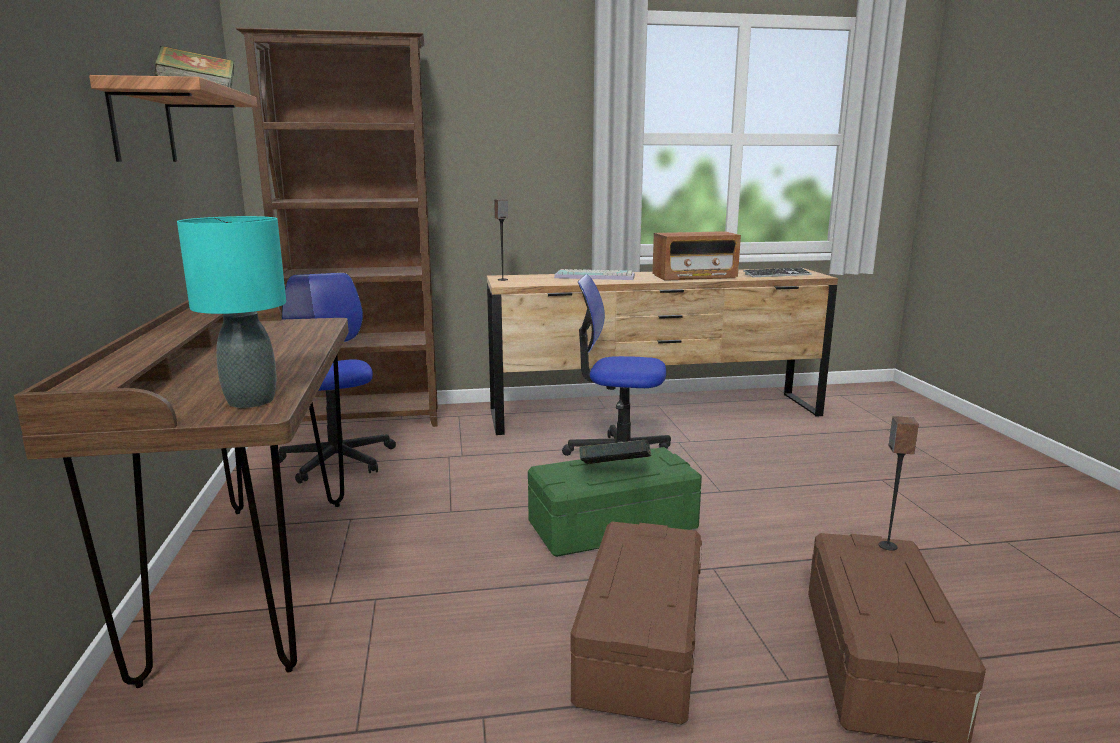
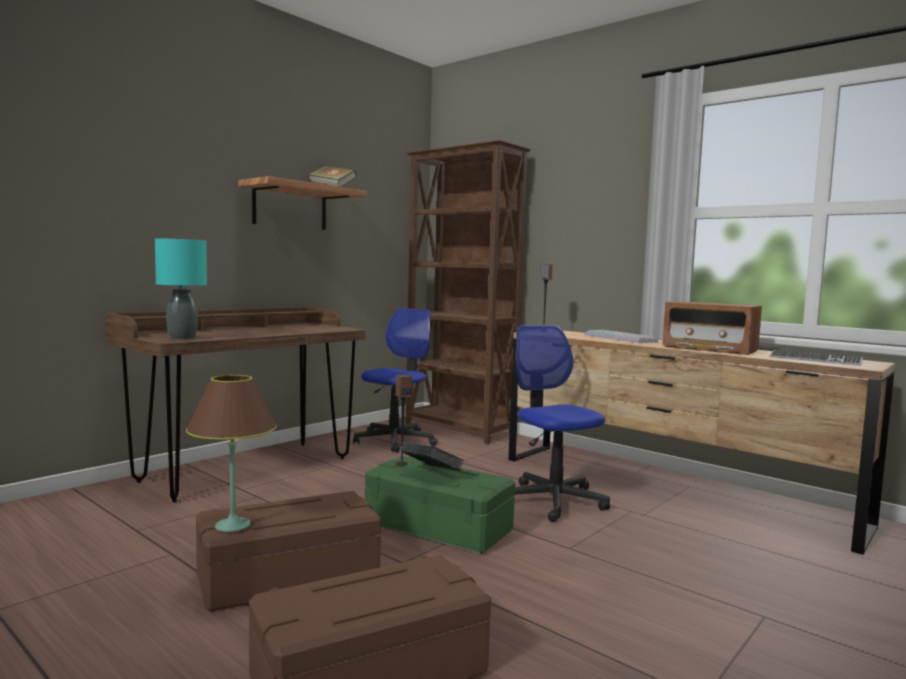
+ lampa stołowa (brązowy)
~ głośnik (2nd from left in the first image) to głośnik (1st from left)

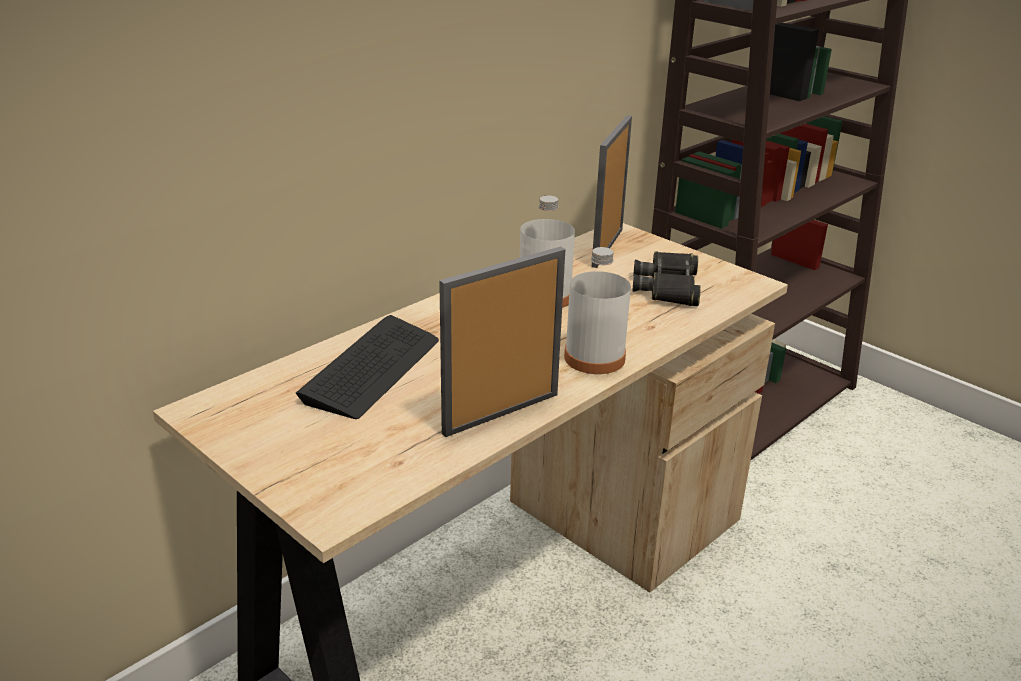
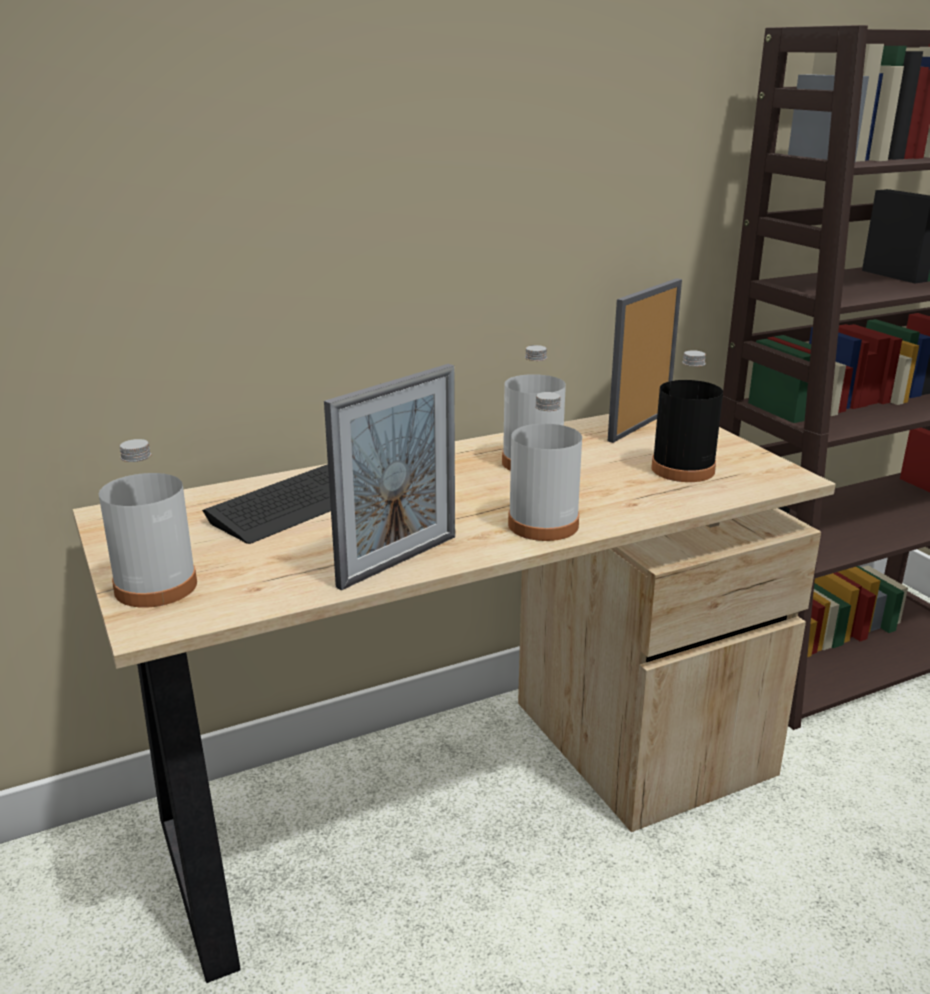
+ butelka (biały) (1st from left)
~ ramka na zdjęcie (1st from left) 150 degrees clockwise
~ lornetka (czarny) to butelka (czarny)

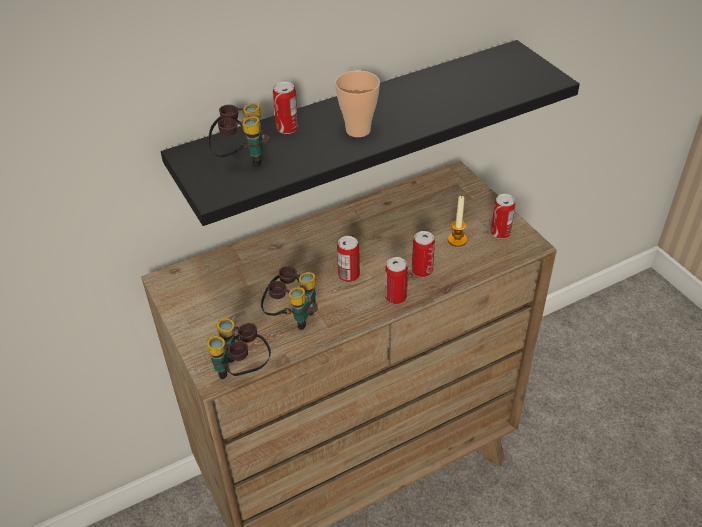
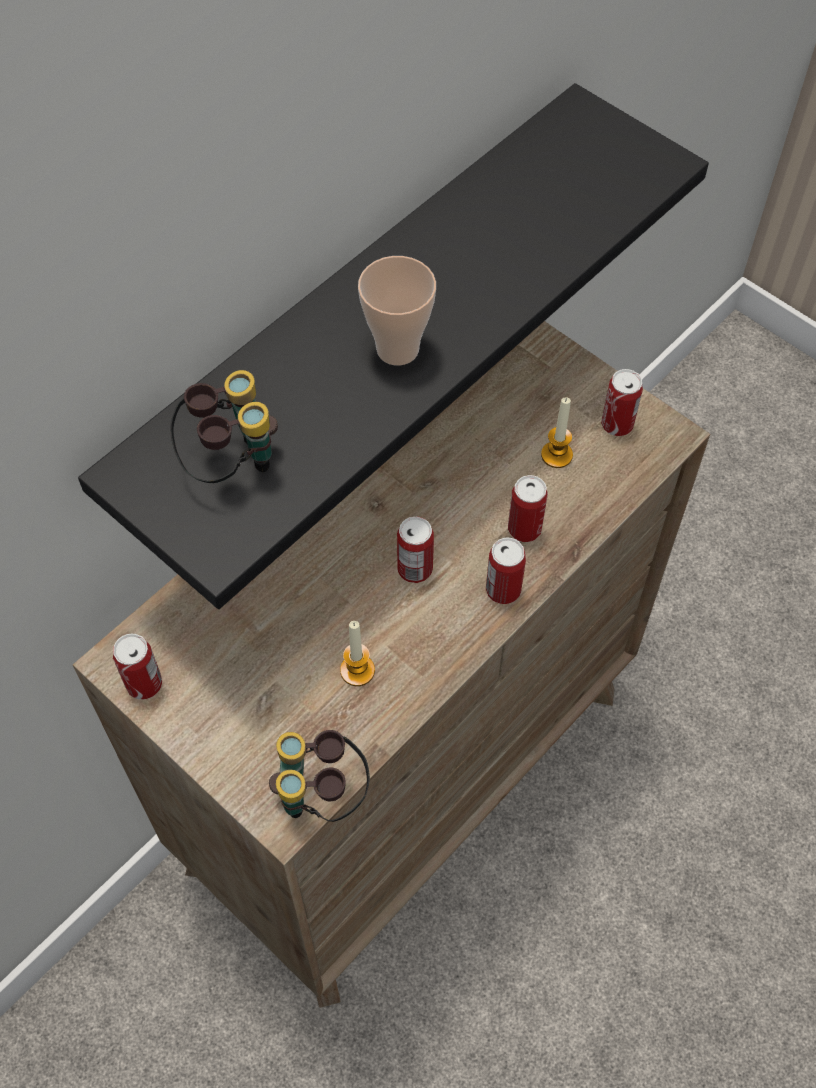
~ puszka (1st from left)
~ lornetka (3rd from left) to świeca (1st from left)

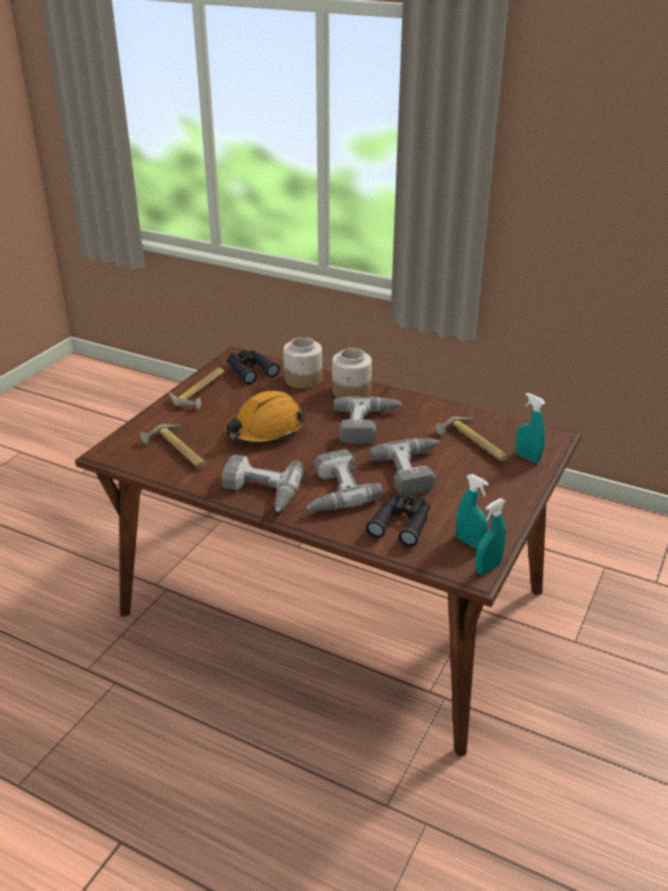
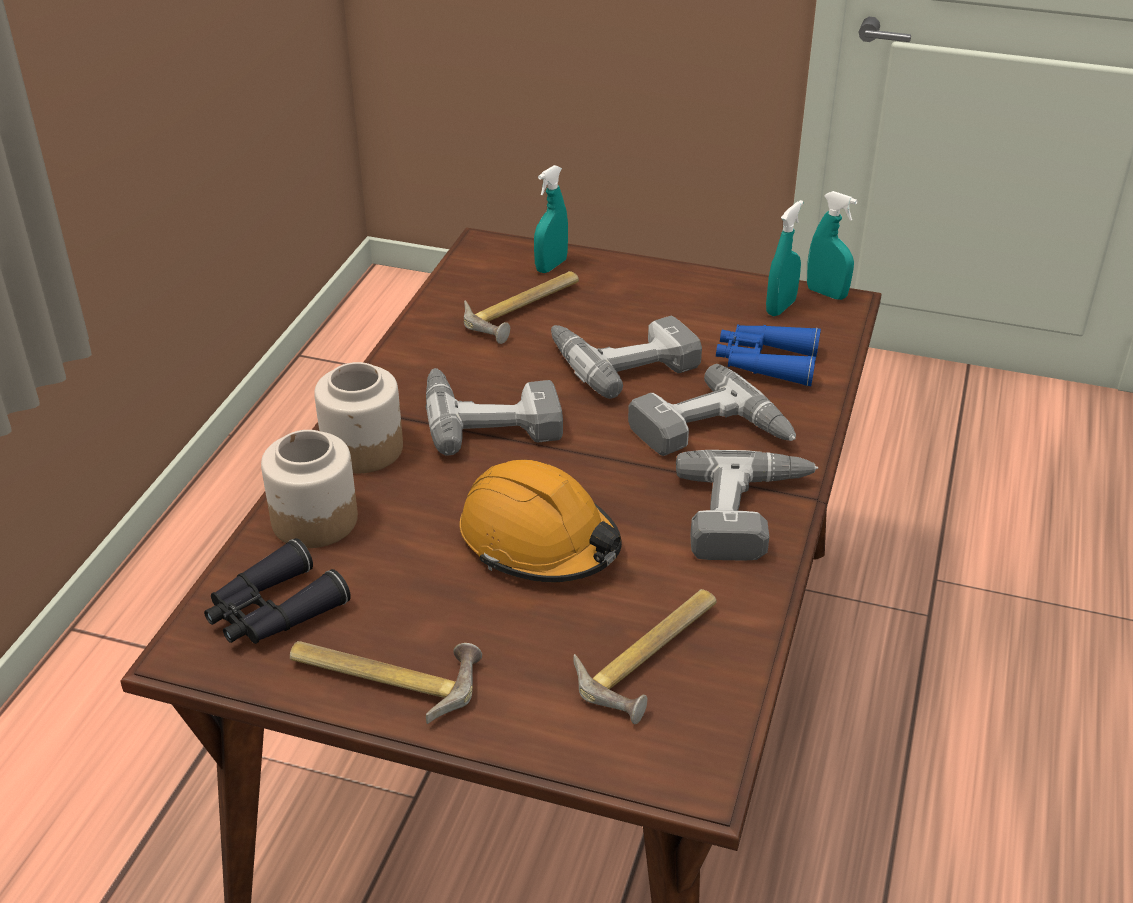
~ lornetka (czarny) (2nd from left) to lornetka (niebieski)

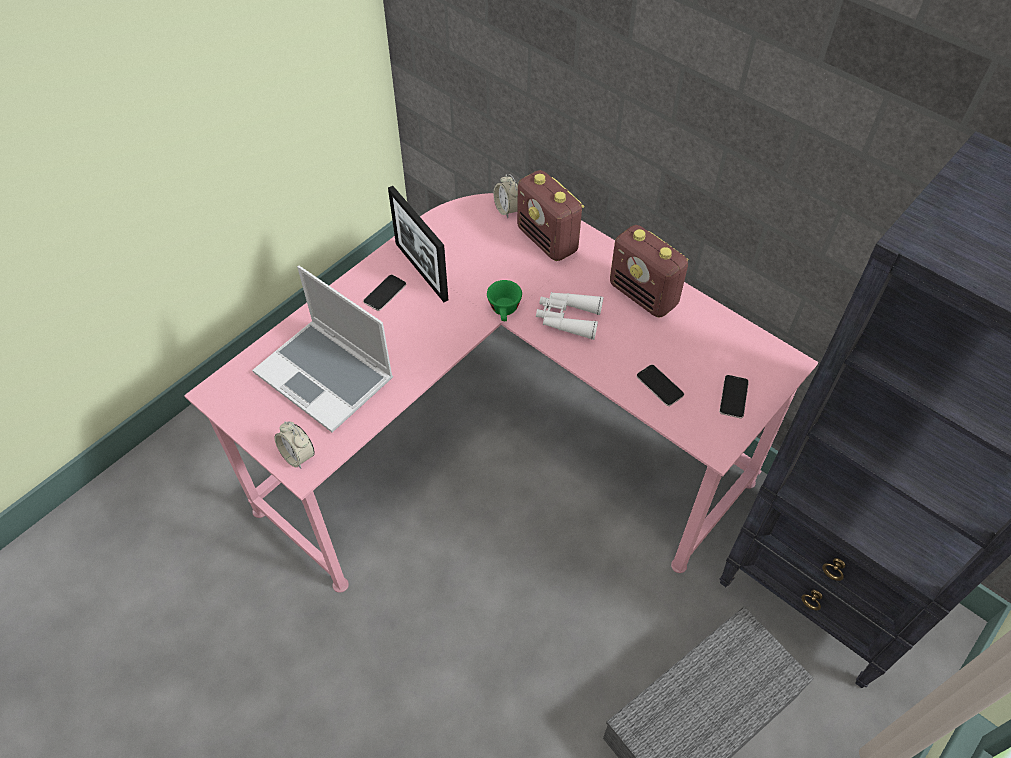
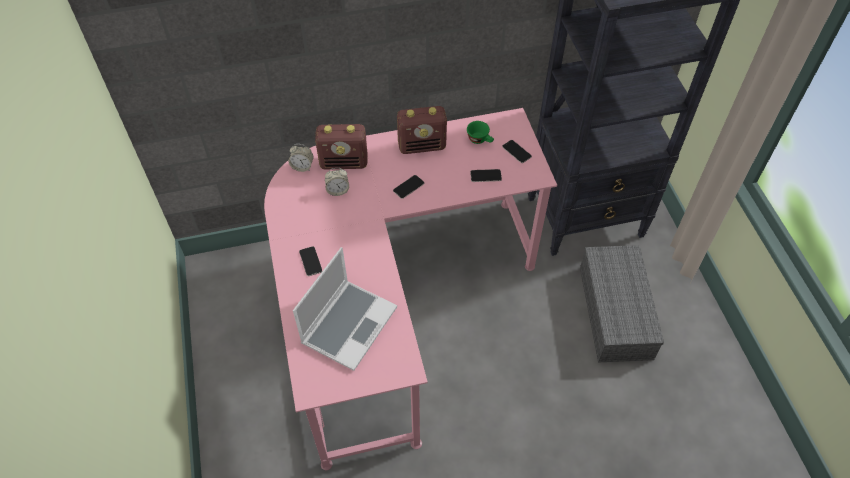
~ laptop 45 degrees counterclockwise
~ budzik (1st from left in the first image) to budzik (2nd from left)
~ lornetka (biały) to telefon (2nd from left)
~ filiżanka (zielony)
- ramka na zdjęcie

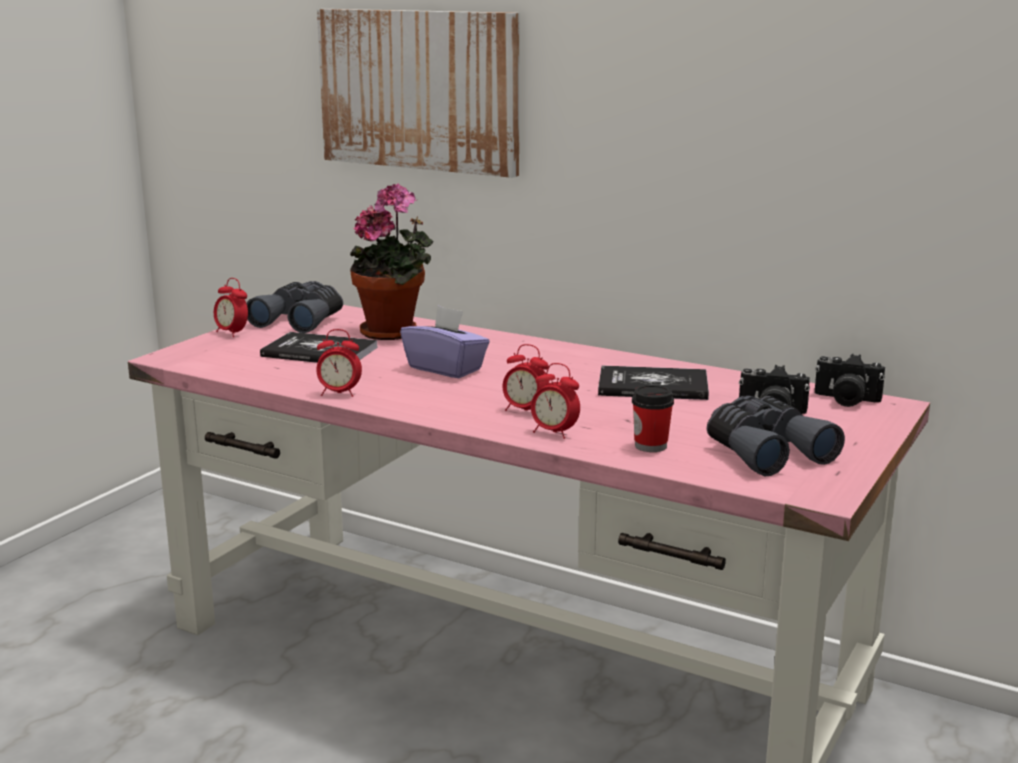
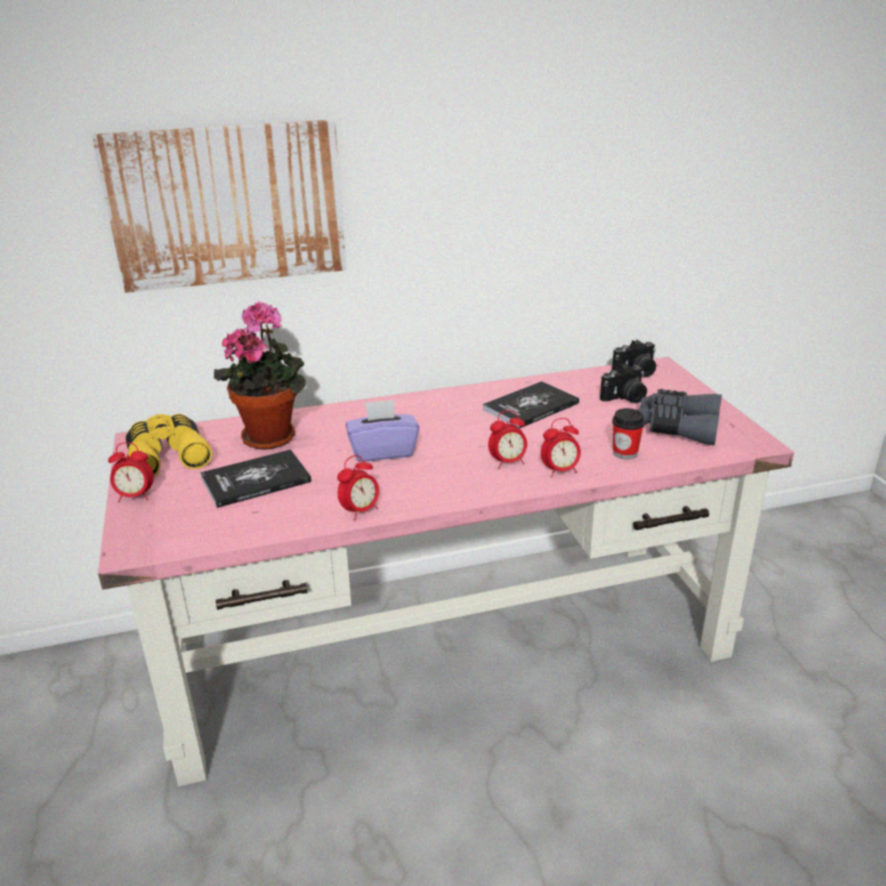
~ lornetka (szary) (1st from left) to lornetka (żółty)

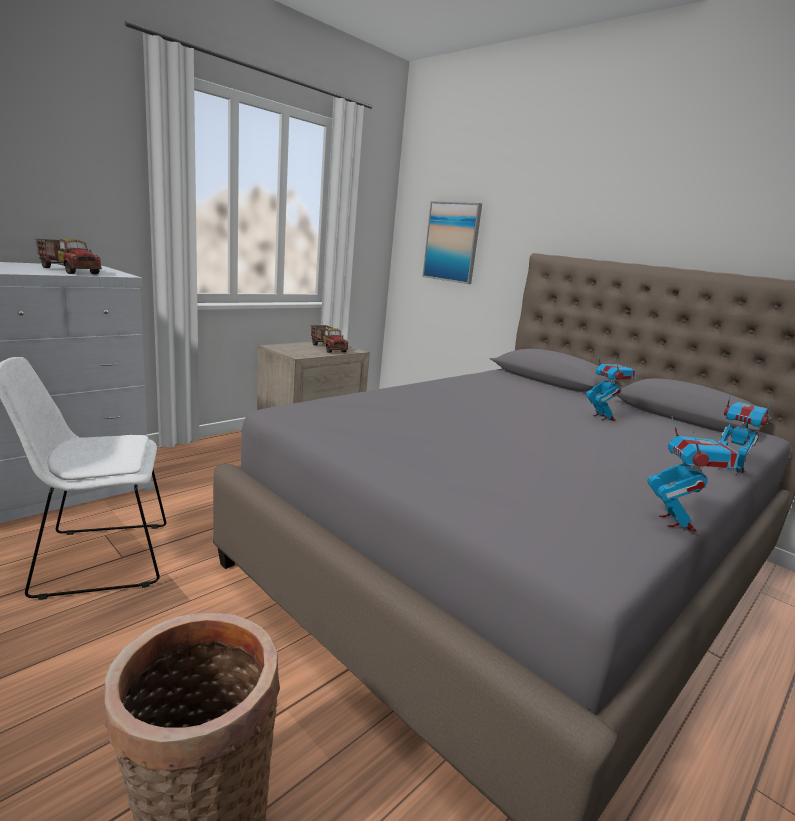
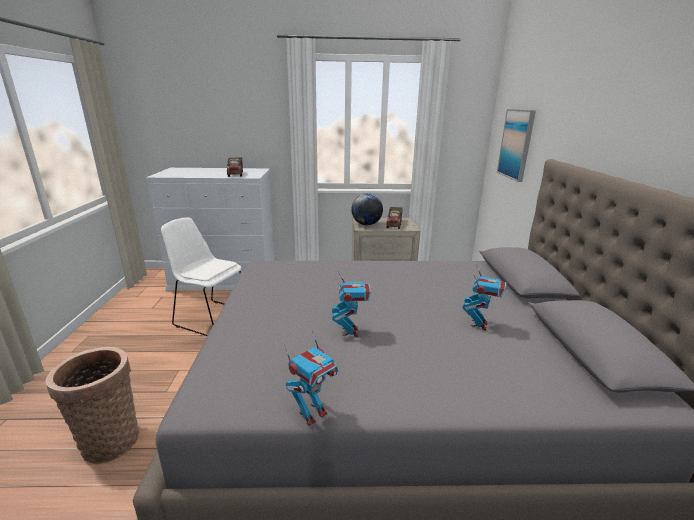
~ robot zabawkowy (3rd from left in the first image) to robot zabawkowy (2nd from left)
+ globus

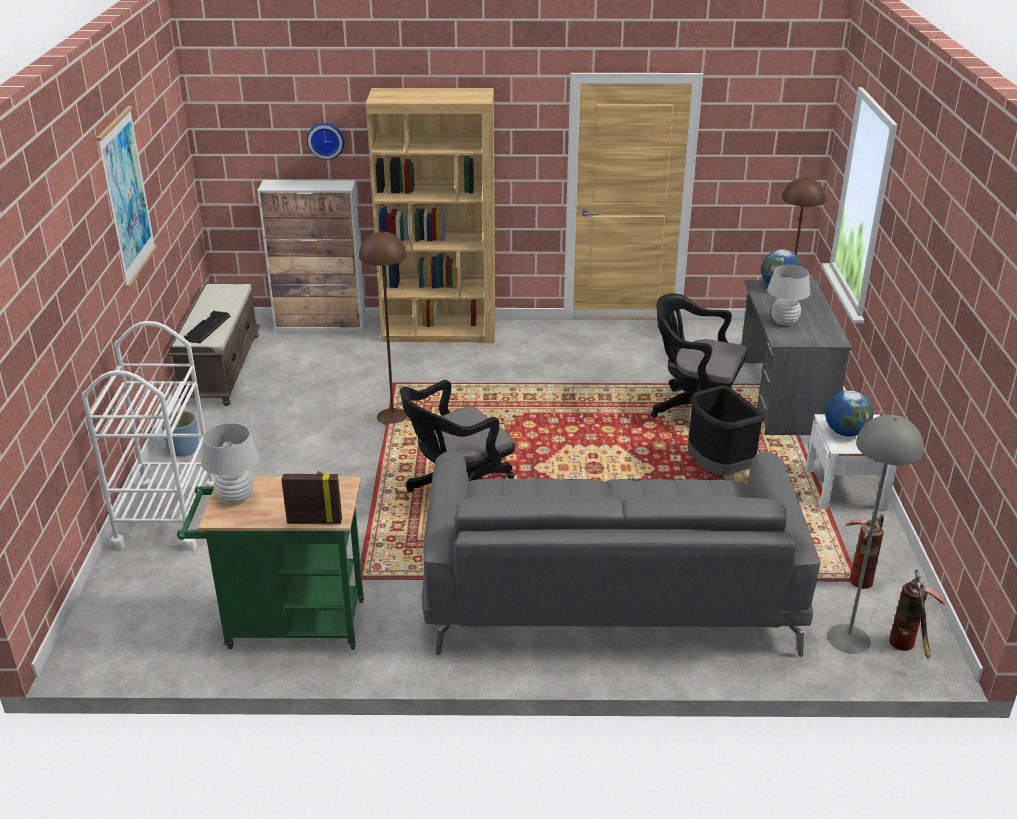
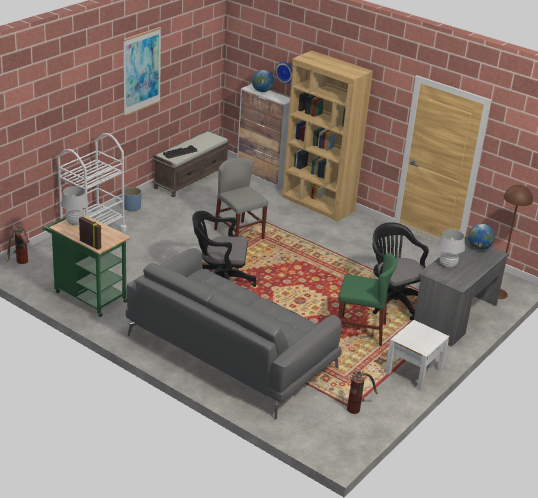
~ gaśnica (2nd from left in the first image) to gaśnica (1st from left)
~ lampa stojąca (brązowy) (1st from left) to krzesło (szary)
~ globus (2nd from left in the first image) to globus (1st from left)
~ kosz na śmieci (czarny) to krzesło (zielony)
- lampa stojąca (szary)

